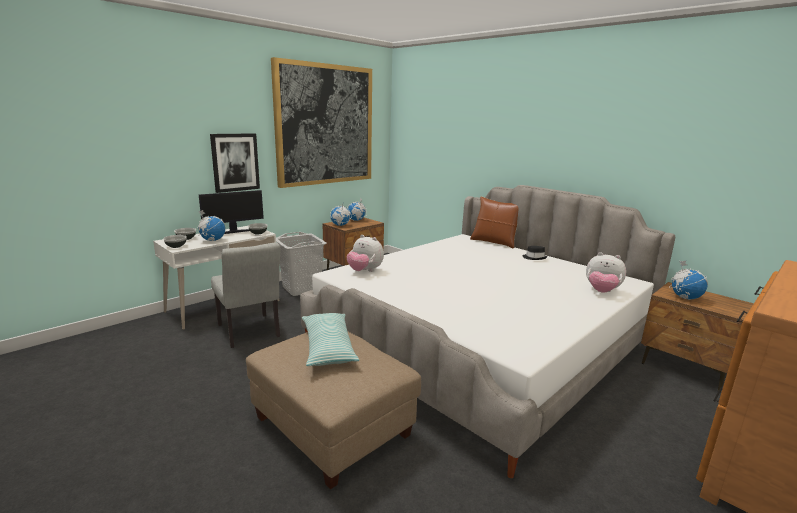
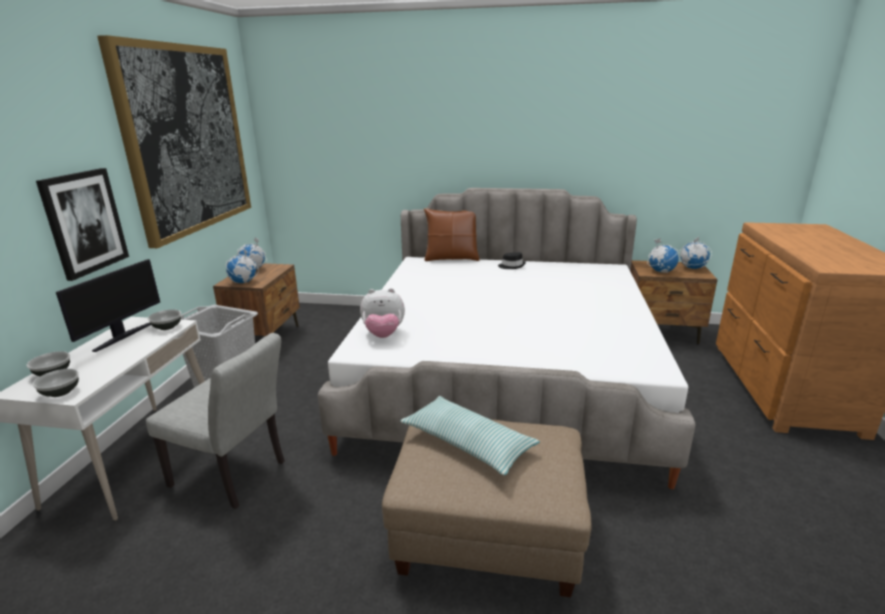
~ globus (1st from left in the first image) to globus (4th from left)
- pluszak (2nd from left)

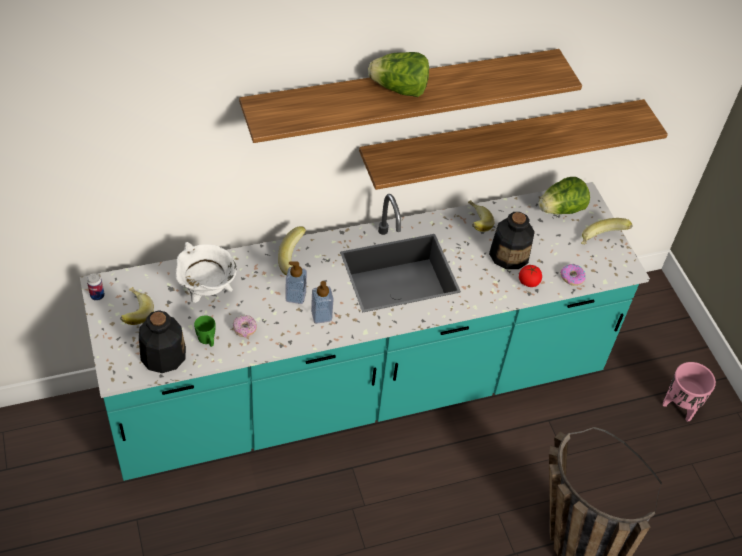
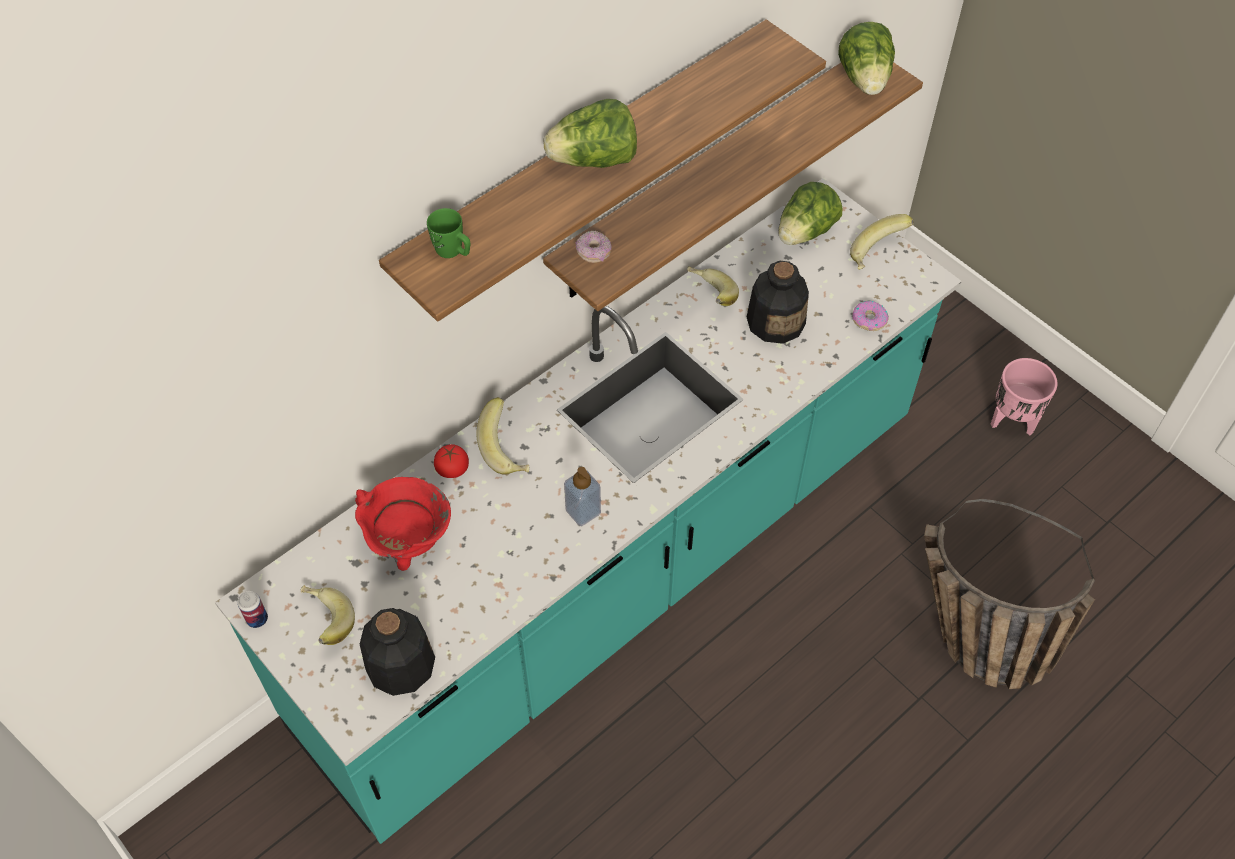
~ garnek (biały) to garnek (czerwony)
~ kubek (zielony)
~ pomidor
~ donut (1st from left)
+ sałata (3rd from left)
- dozownik mydła (1st from left)

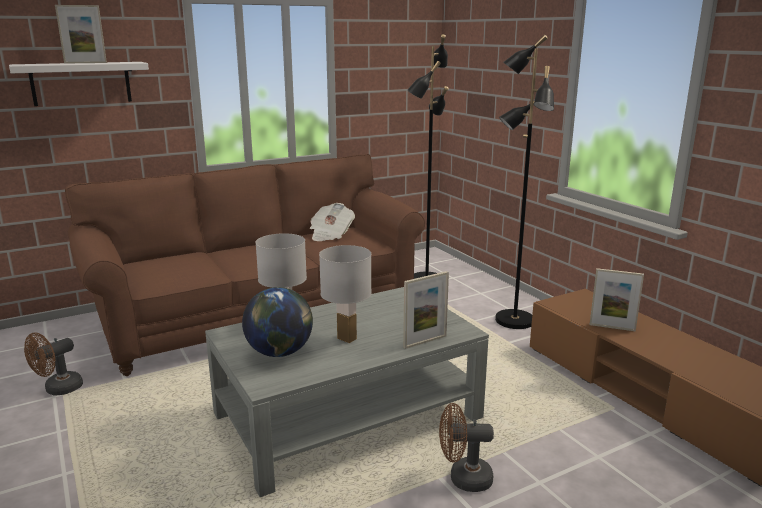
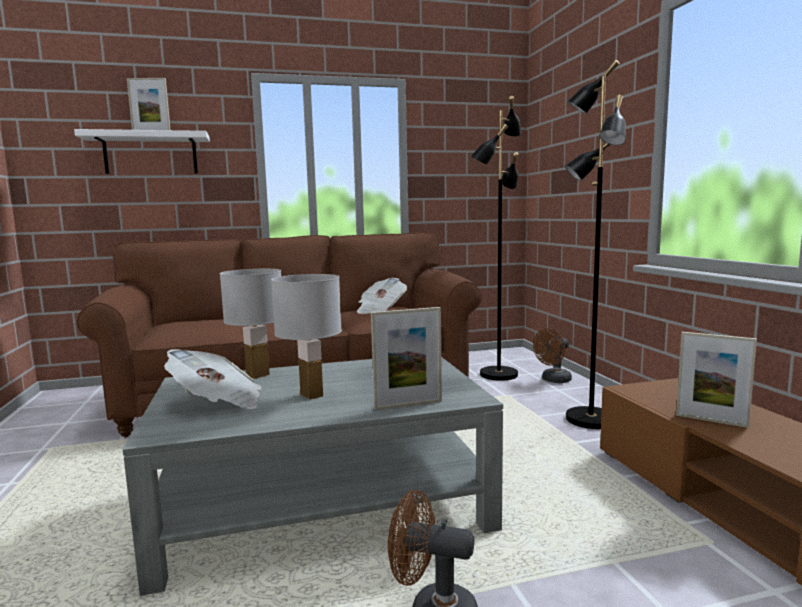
~ globus to gazeta (1st from left)
~ wentylator (brązowy) (1st from left in the first image) to wentylator (brązowy) (2nd from left)

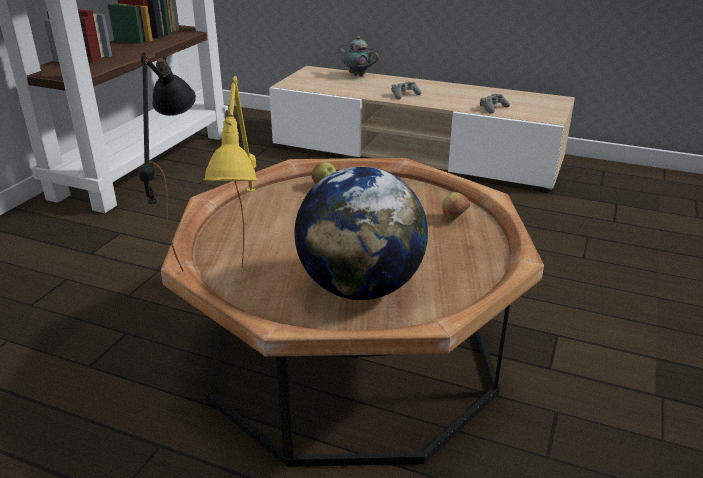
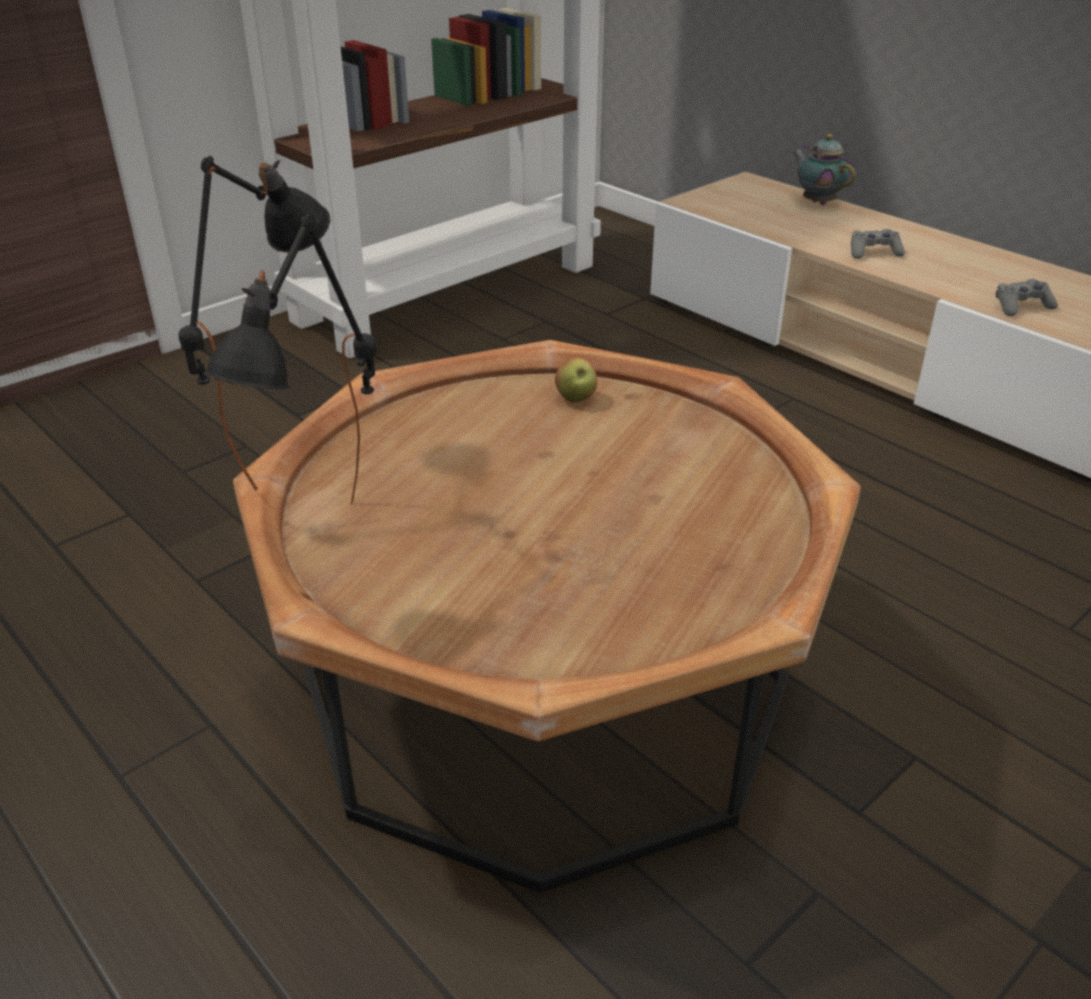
~ lampa stołowa (żółty) to lampa stołowa (czarny) (2nd from left)
- globus
- jabłko (2nd from left)

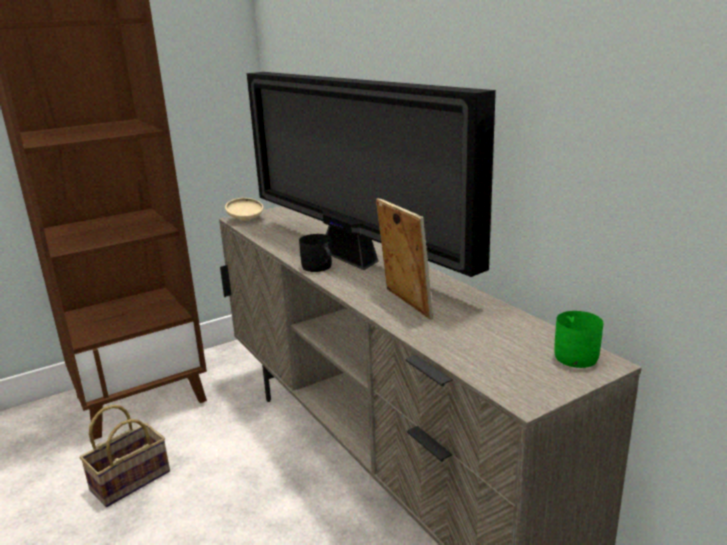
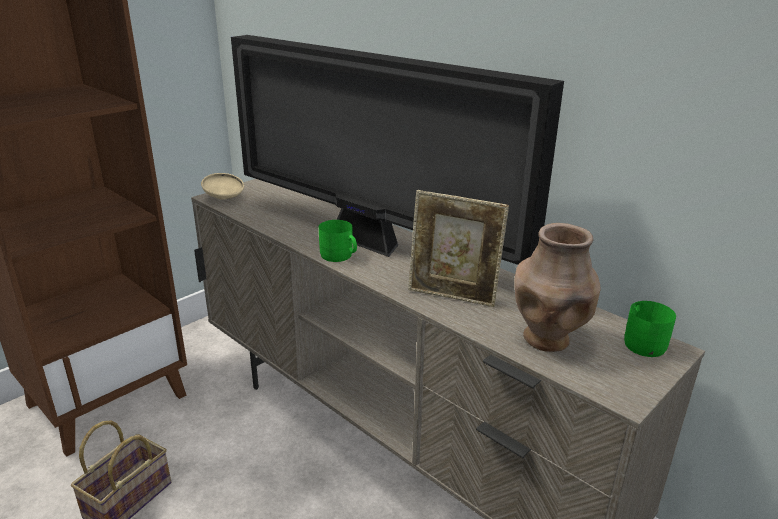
~ kubek (czarny) to kubek (zielony) (1st from left)
~ ramka na zdjęcie 150 degrees clockwise
+ wazon (brązowy)

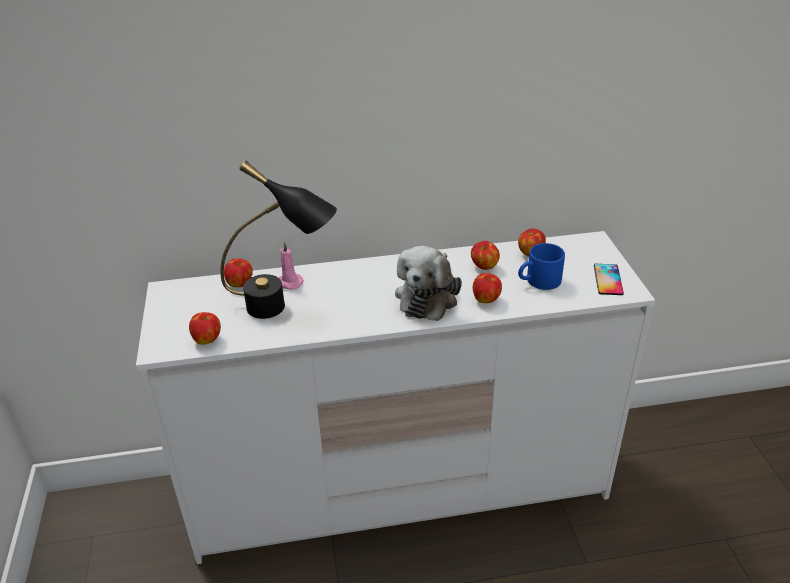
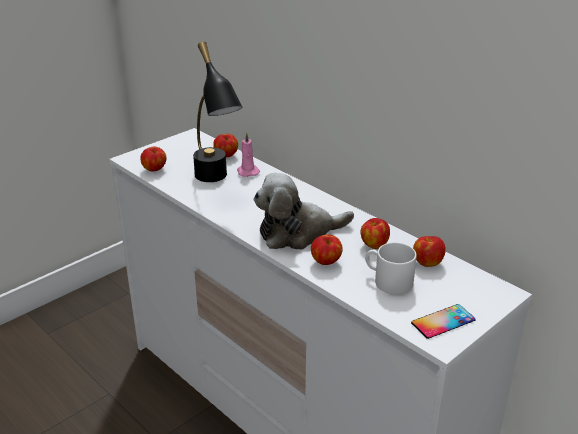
~ kubek (niebieski) to kubek (biały)

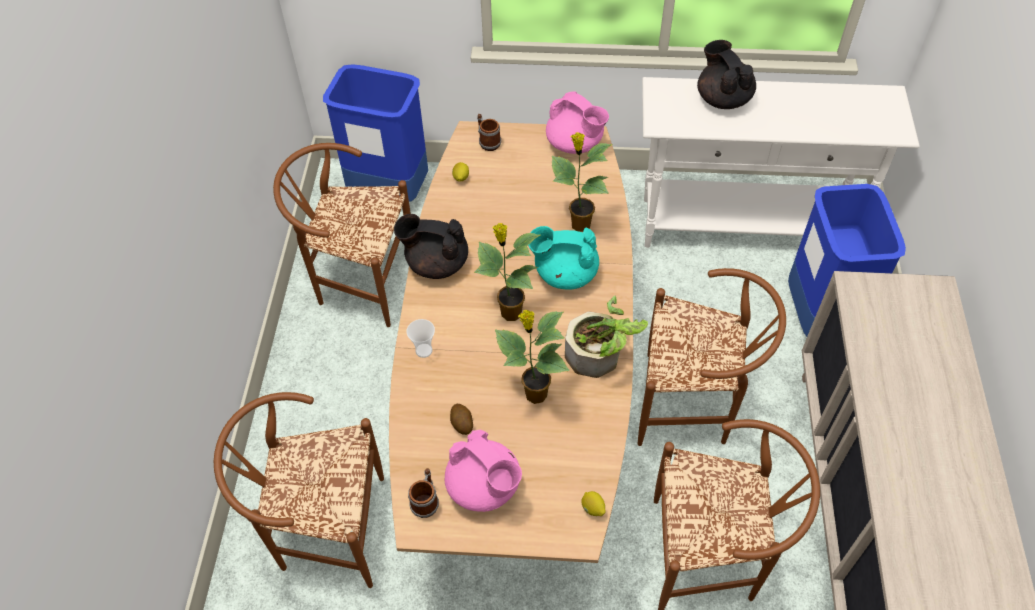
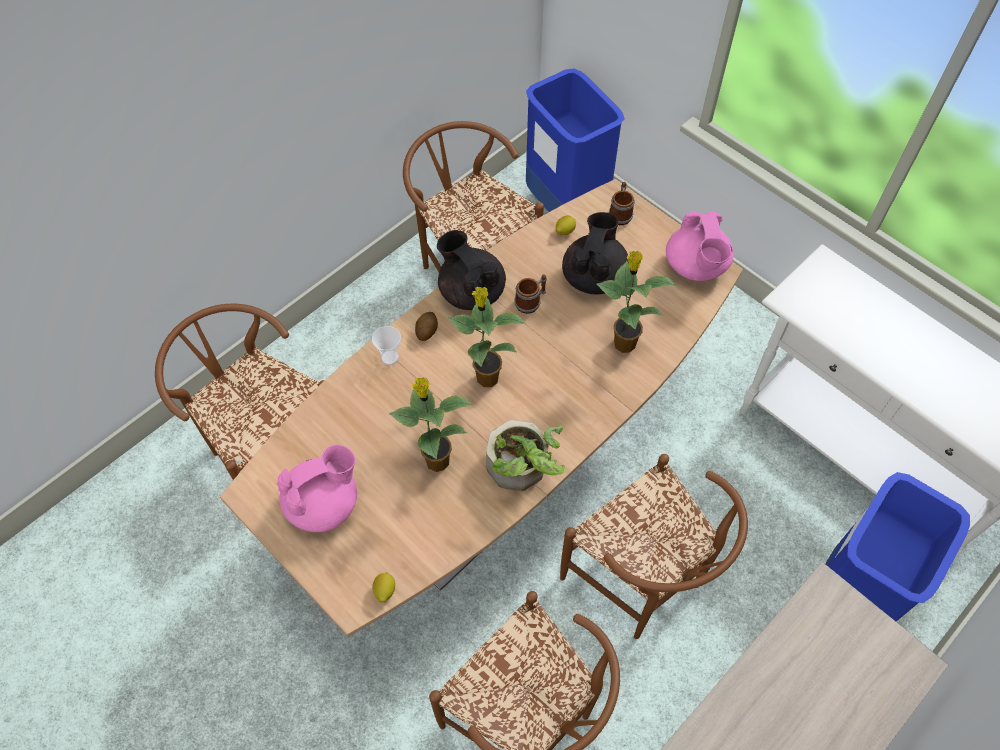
~ imbryk (różowy) (1st from left) 120 degrees counterclockwise
~ ziemniak
~ kubek (1st from left)
~ imbryk (czarny) (2nd from left)
- imbryk (turkusowy)

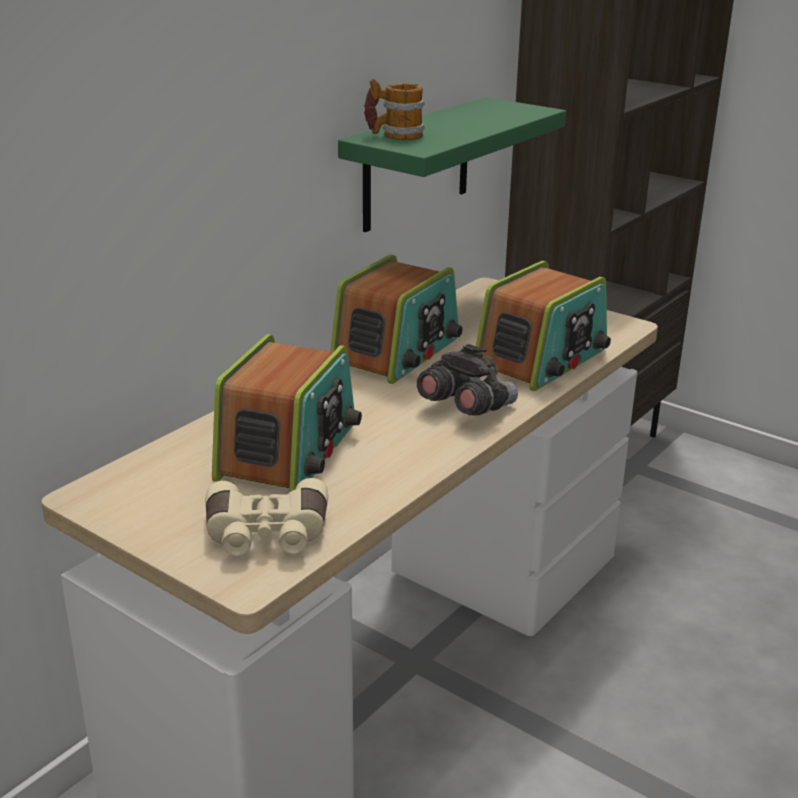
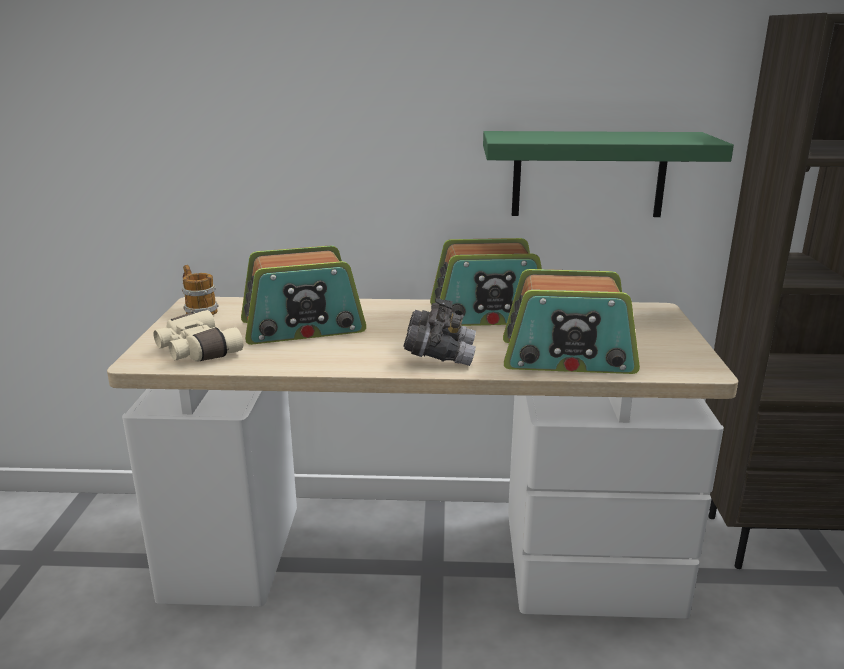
~ kubek

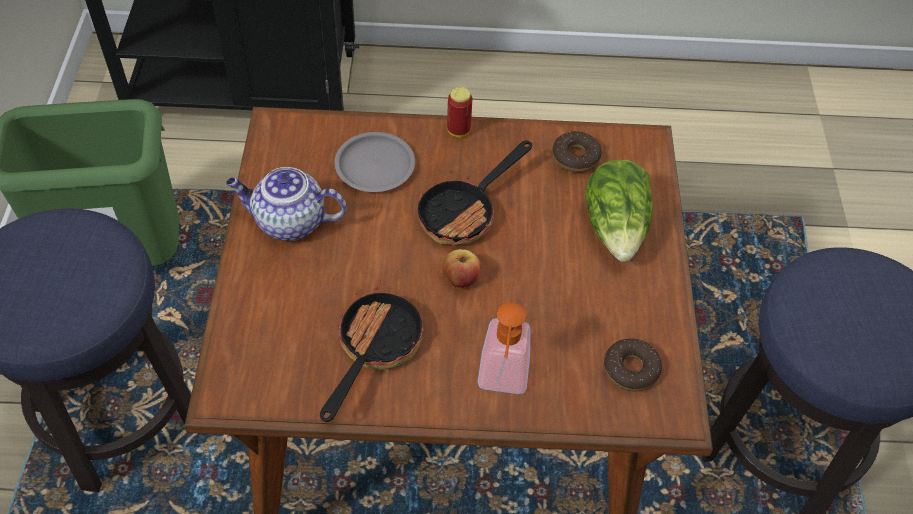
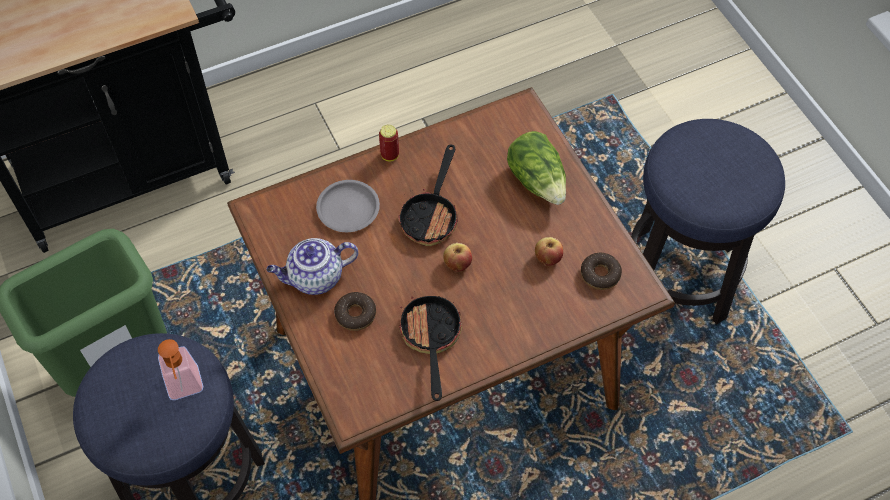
~ dozownik mydła
~ donut (1st from left)
+ jabłko (2nd from left)

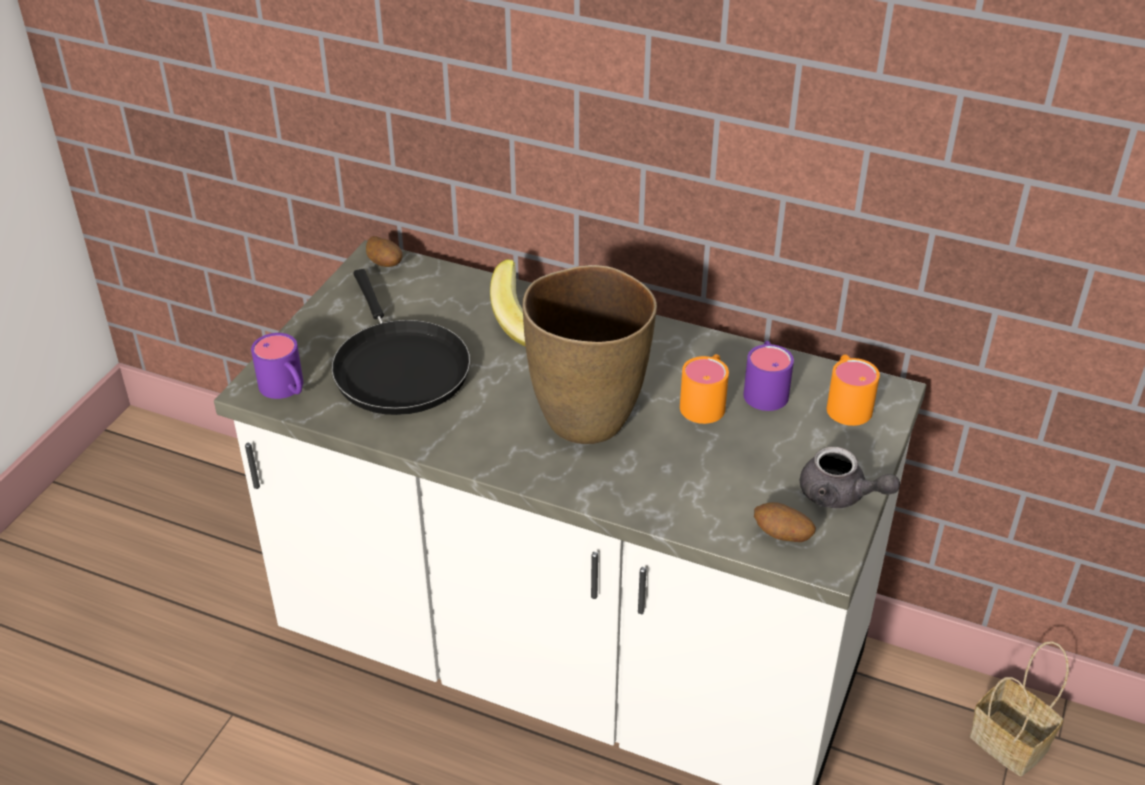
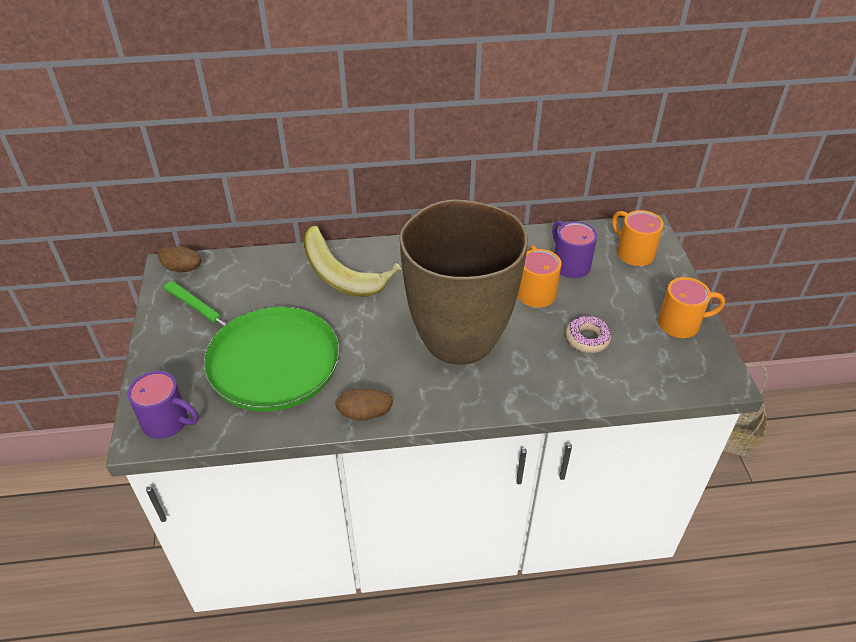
~ patelnia (czarny) to patelnia (zielony)
~ ziemniak (2nd from left)
+ donut
~ imbryk (szary) to kubek (pomarańczowy) (3rd from left)

